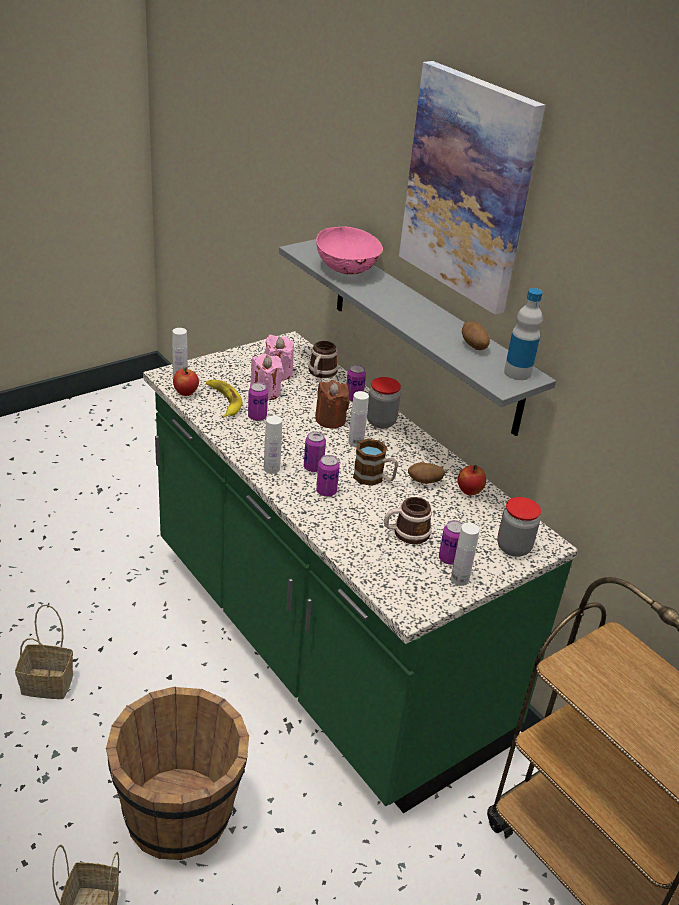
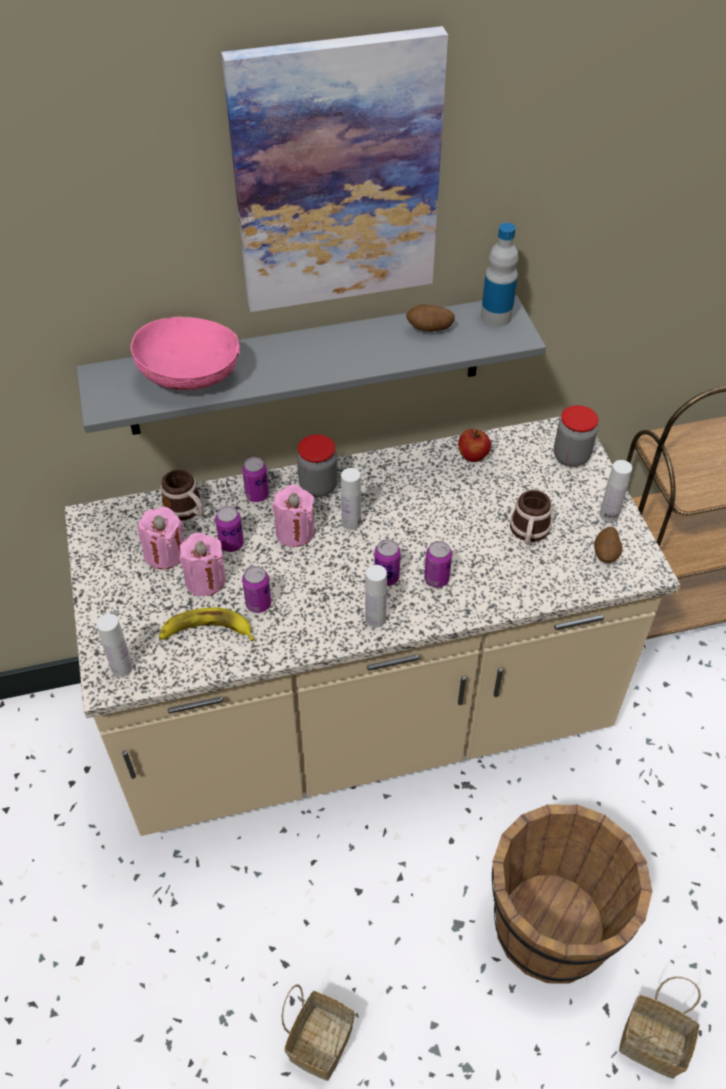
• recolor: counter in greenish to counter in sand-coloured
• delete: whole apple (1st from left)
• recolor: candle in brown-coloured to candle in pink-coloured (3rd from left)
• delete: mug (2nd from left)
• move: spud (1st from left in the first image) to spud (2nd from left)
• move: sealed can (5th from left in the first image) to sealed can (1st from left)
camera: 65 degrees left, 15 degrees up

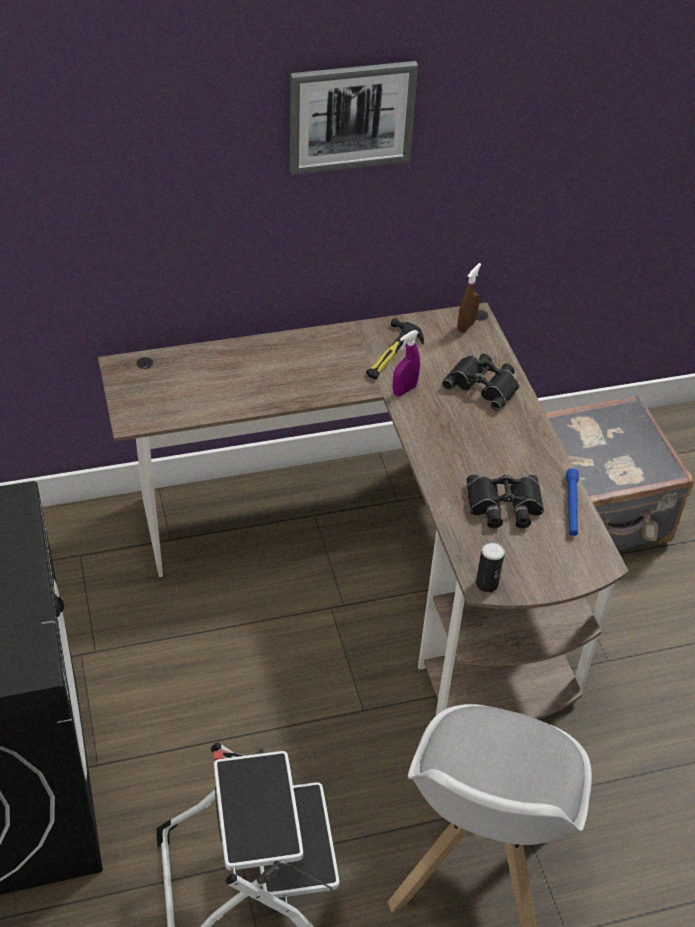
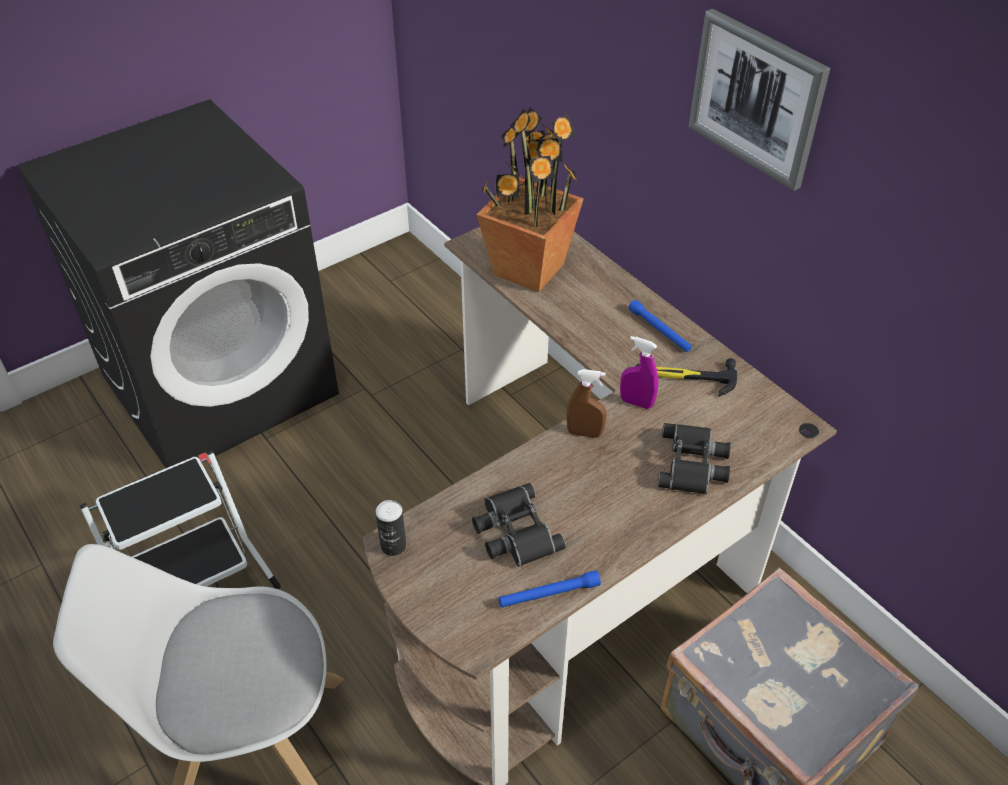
• move: spray bottle in brown-coloured
• insert: potted plant
• insert: flashlight in blue-coloured (2nd from left)
camera: 70 degrees right, 0 degrees up

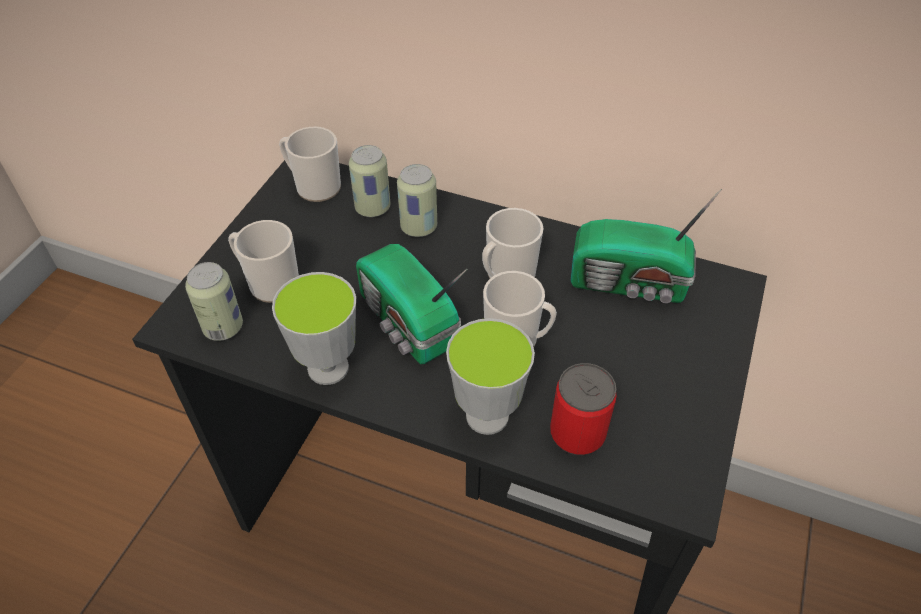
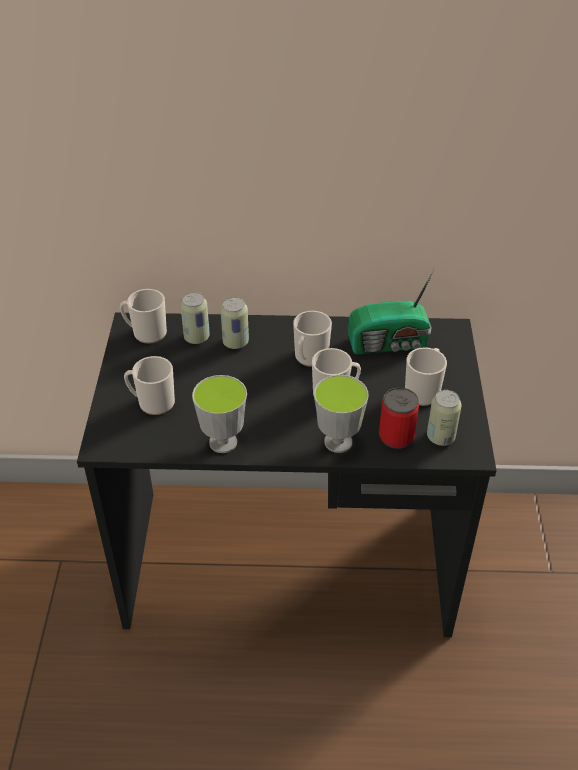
• move: sealed can (1st from left in the first image) to sealed can (4th from left)
• delete: radio receiver (1st from left)
• insert: mug (5th from left)
camera: 20 degrees left, 5 degrees down

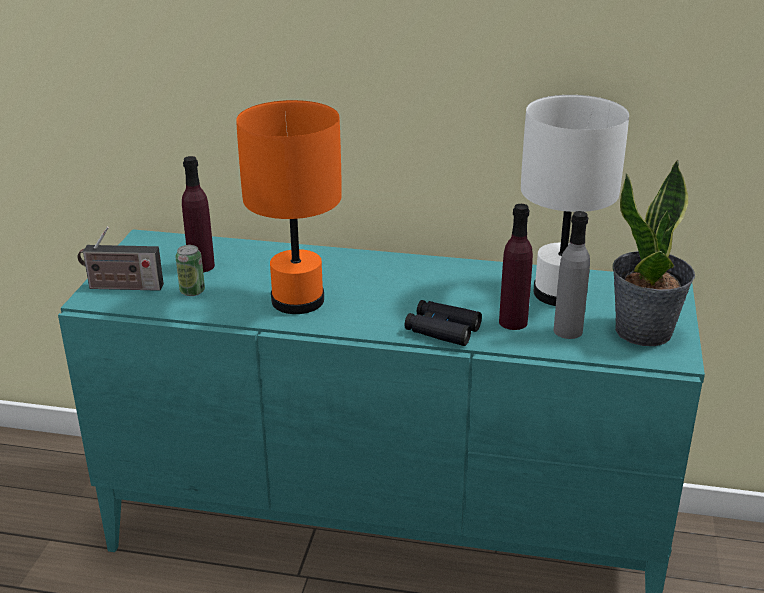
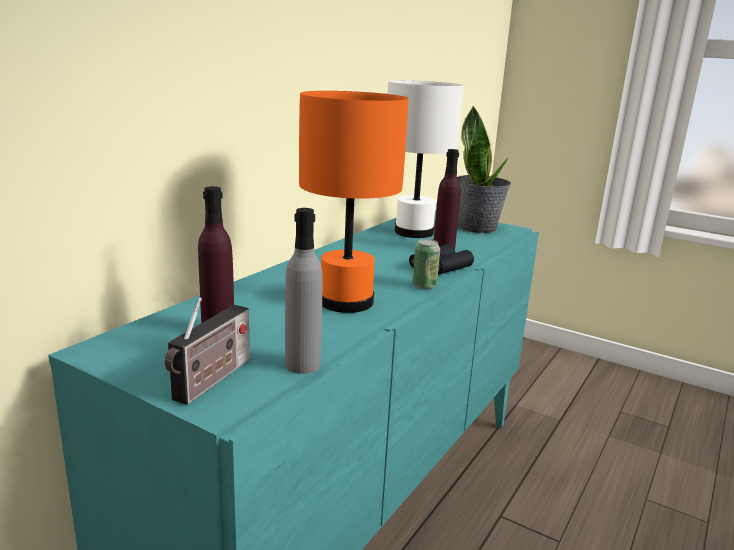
• move: sealed can
• move: bottle in greyish
camera: 70 degrees left, 10 degrees down

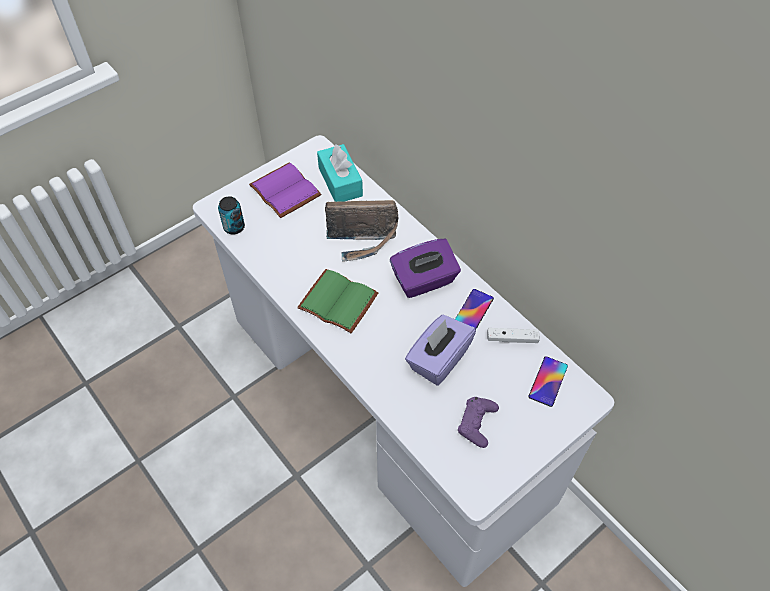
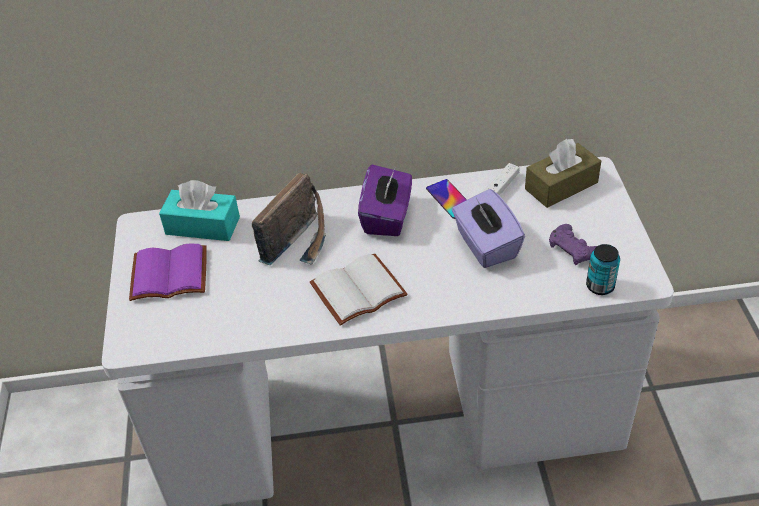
• move: sealed can
• recolor: book in greenish to book in whitish
• replace: telephone (2nd from left) to tissue box in brown-coloured
camera: 55 degrees left, 10 degrees down

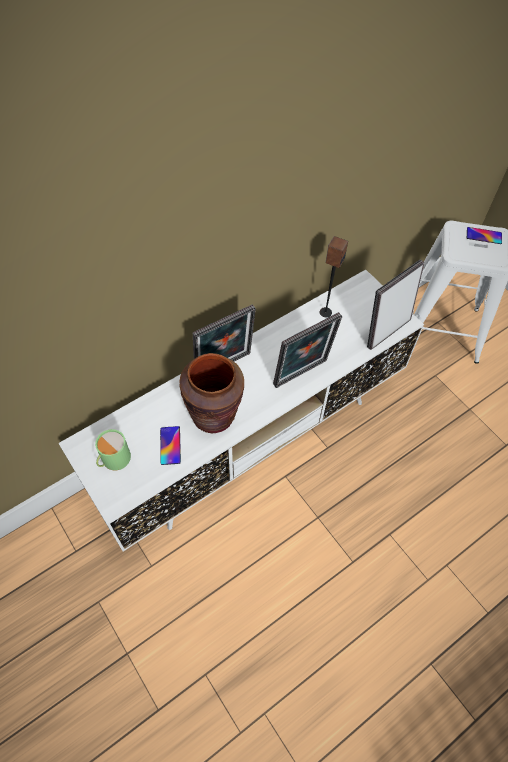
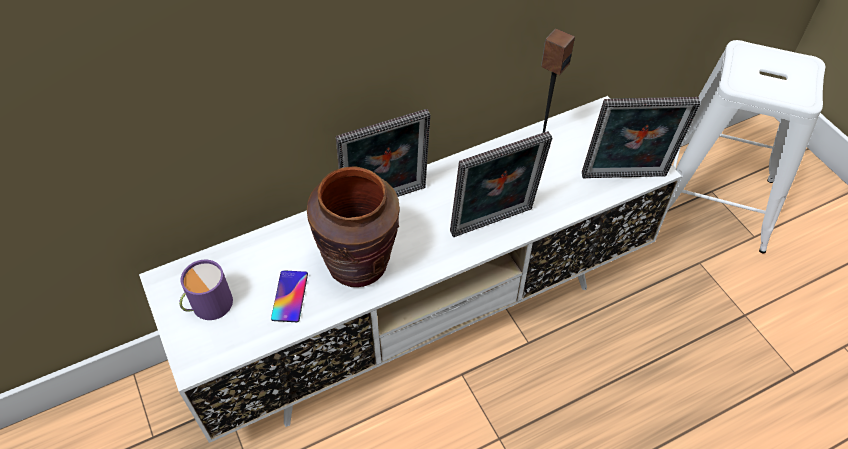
• recolor: mug in greenish to mug in purple
• rotate: picture frame (3rd from left) 150 degrees counterclockwise
• delete: telephone (2nd from left)
camera: 10 degrees right, 5 degrees down

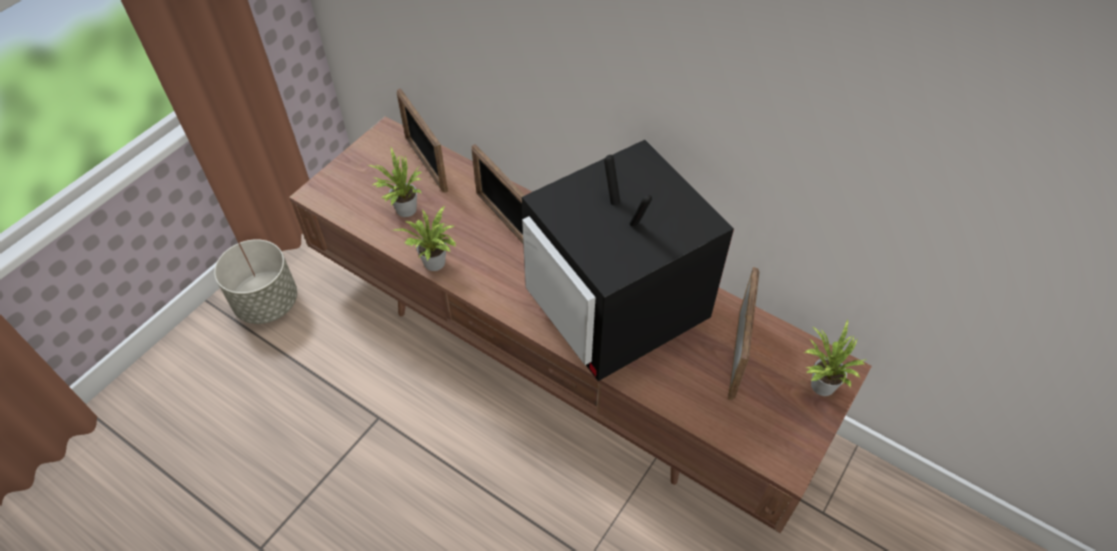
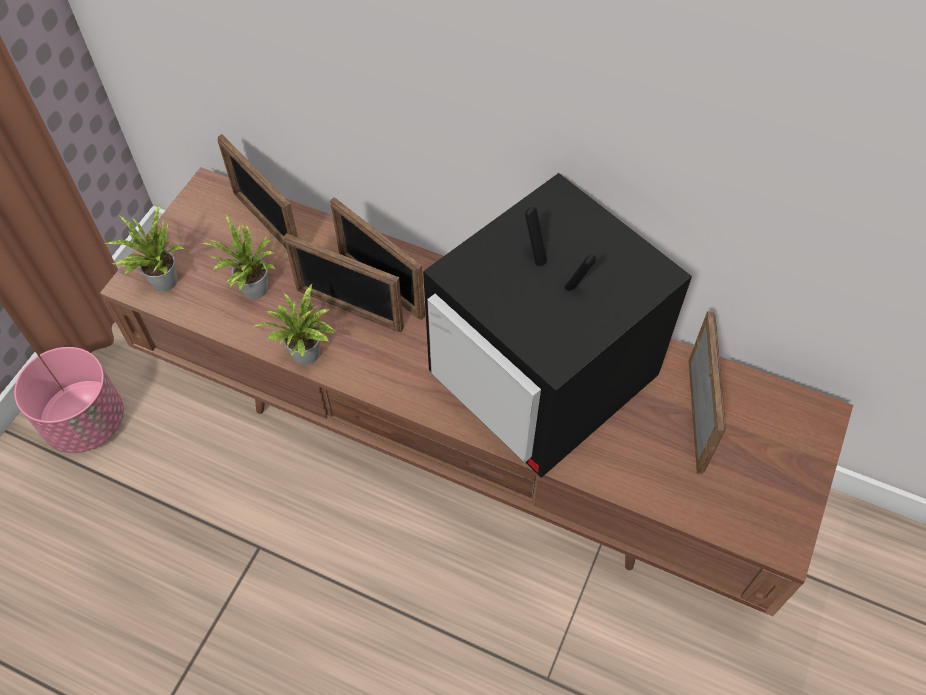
• recolor: planter in greyish to planter in pink-coloured
• move: potted plant (3rd from left in the first image) to potted plant (1st from left)
• insert: picture frame (2nd from left)
camera: 10 degrees left, 5 degrees up

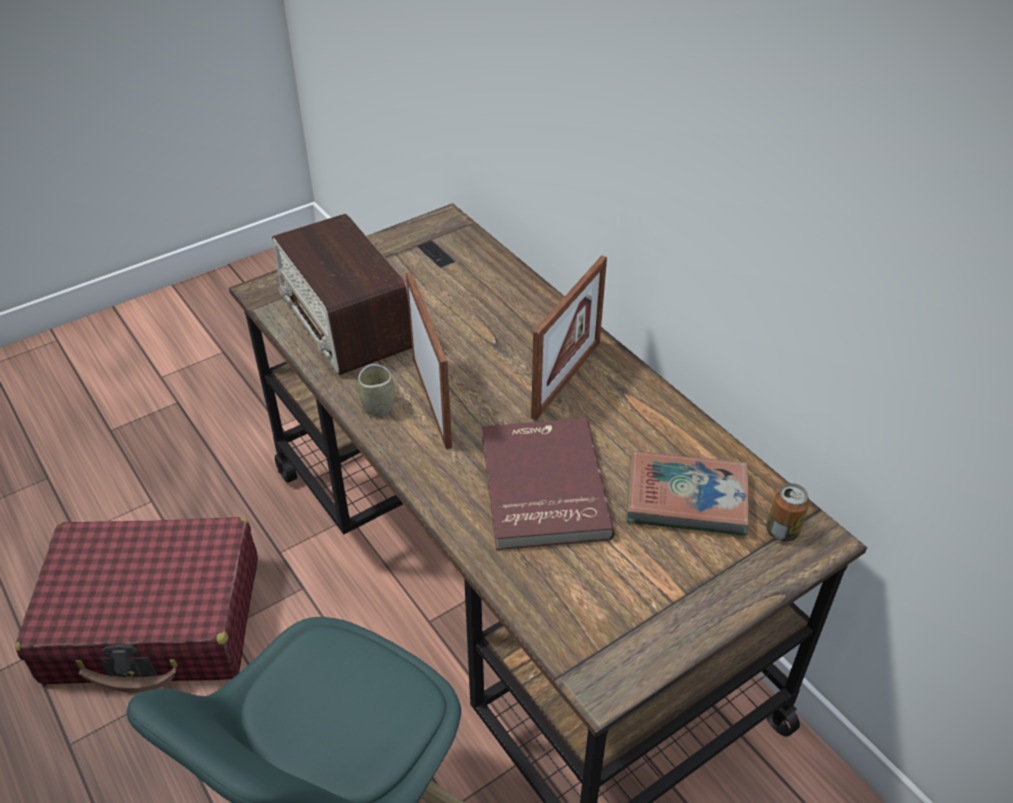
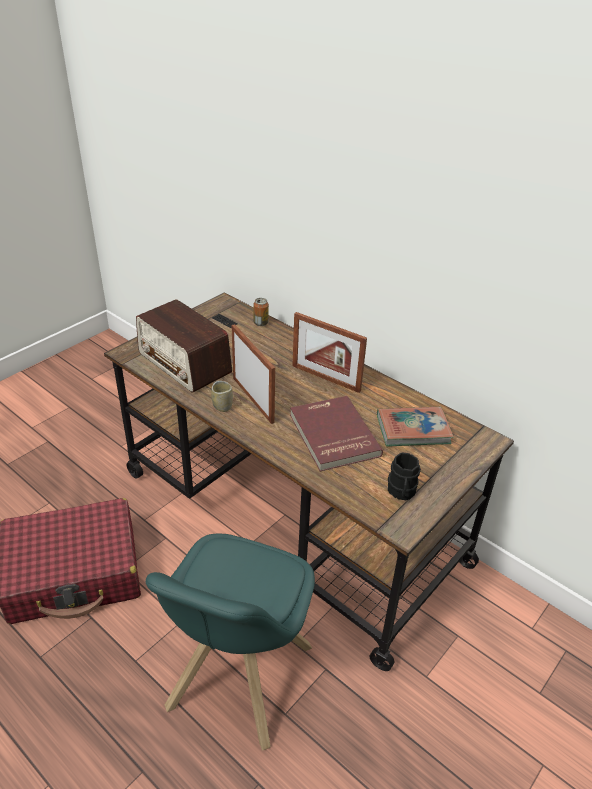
• rotate: picture frame (2nd from left) 105 degrees clockwise
• move: sealed can
• insert: mug in black-coloured
camera: 15 degrees left, 5 degrees down

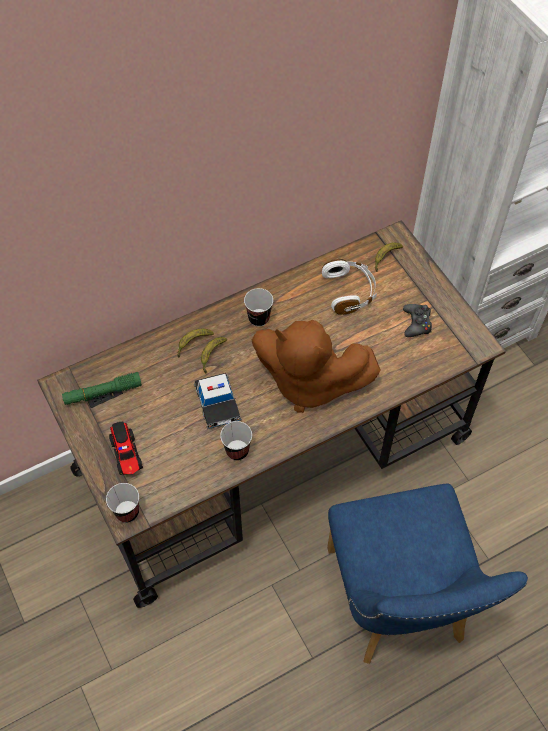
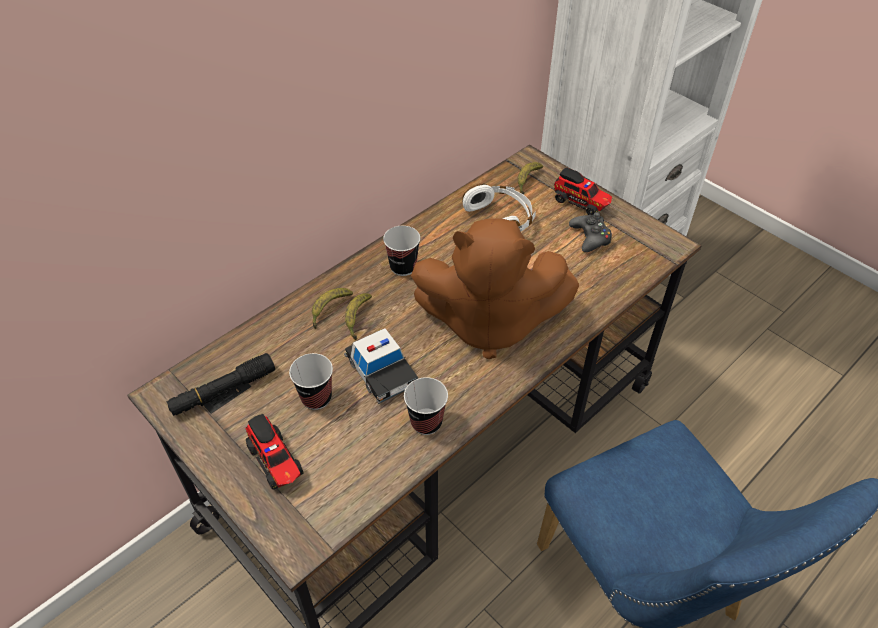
• recolor: flashlight in greenish to flashlight in black-coloured
• move: drinking cup (1st from left)
• insert: toy truck (2nd from left)
camera: 15 degrees left, 10 degrees down

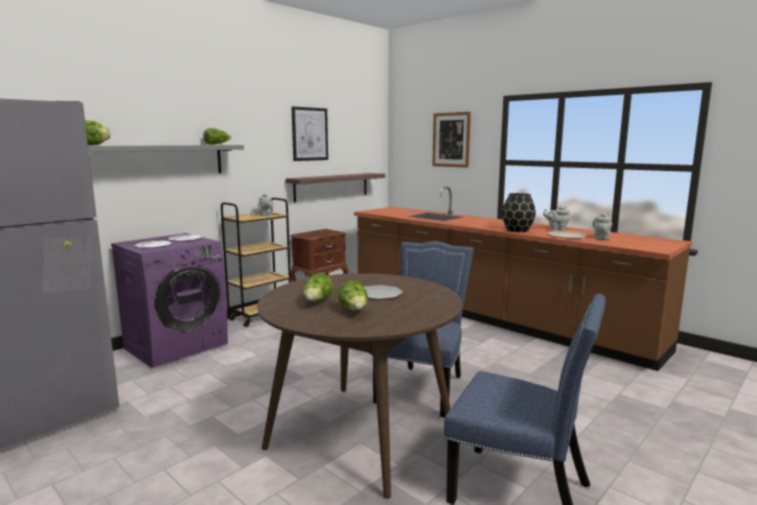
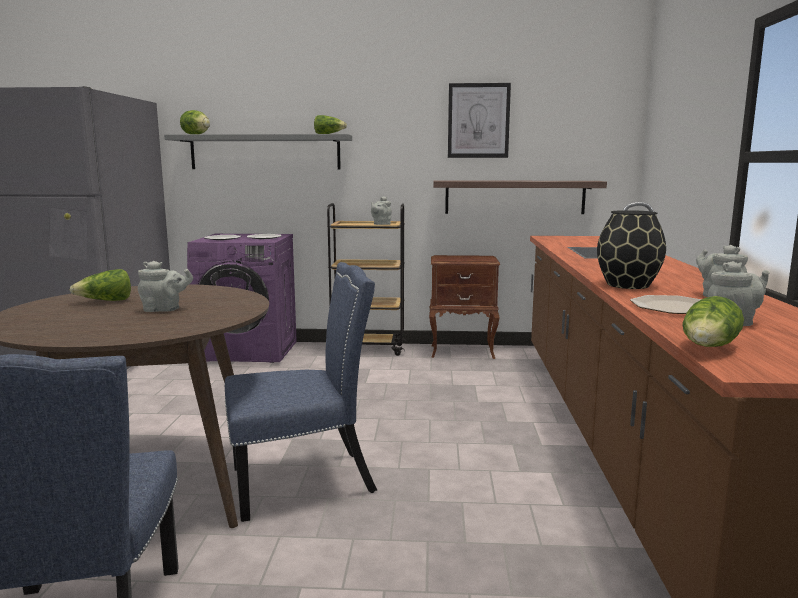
• move: lettuce (4th from left)
• replace: plate (3rd from left) to tea pot in greyish (1st from left)
• delete: picture (2nd from left)
camera: 50 degrees right, 0 degrees up

